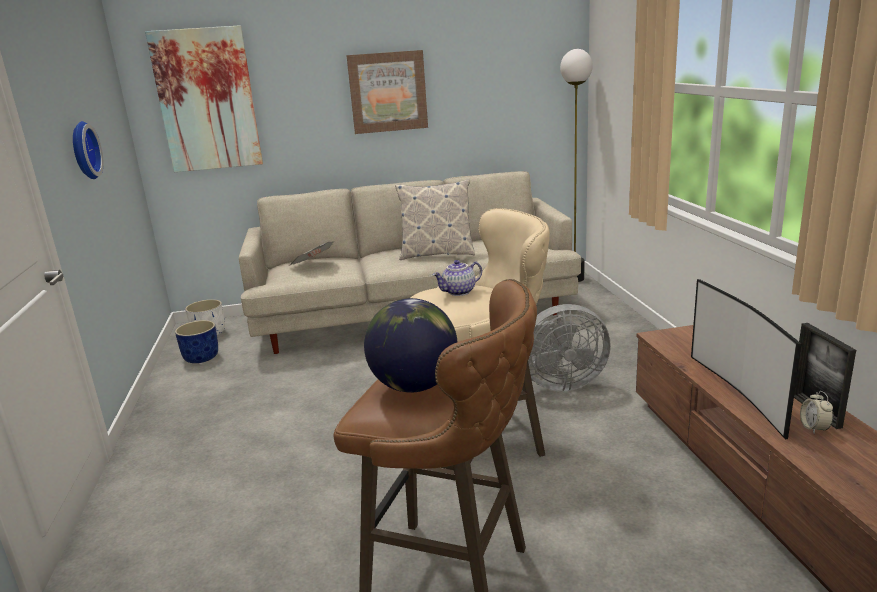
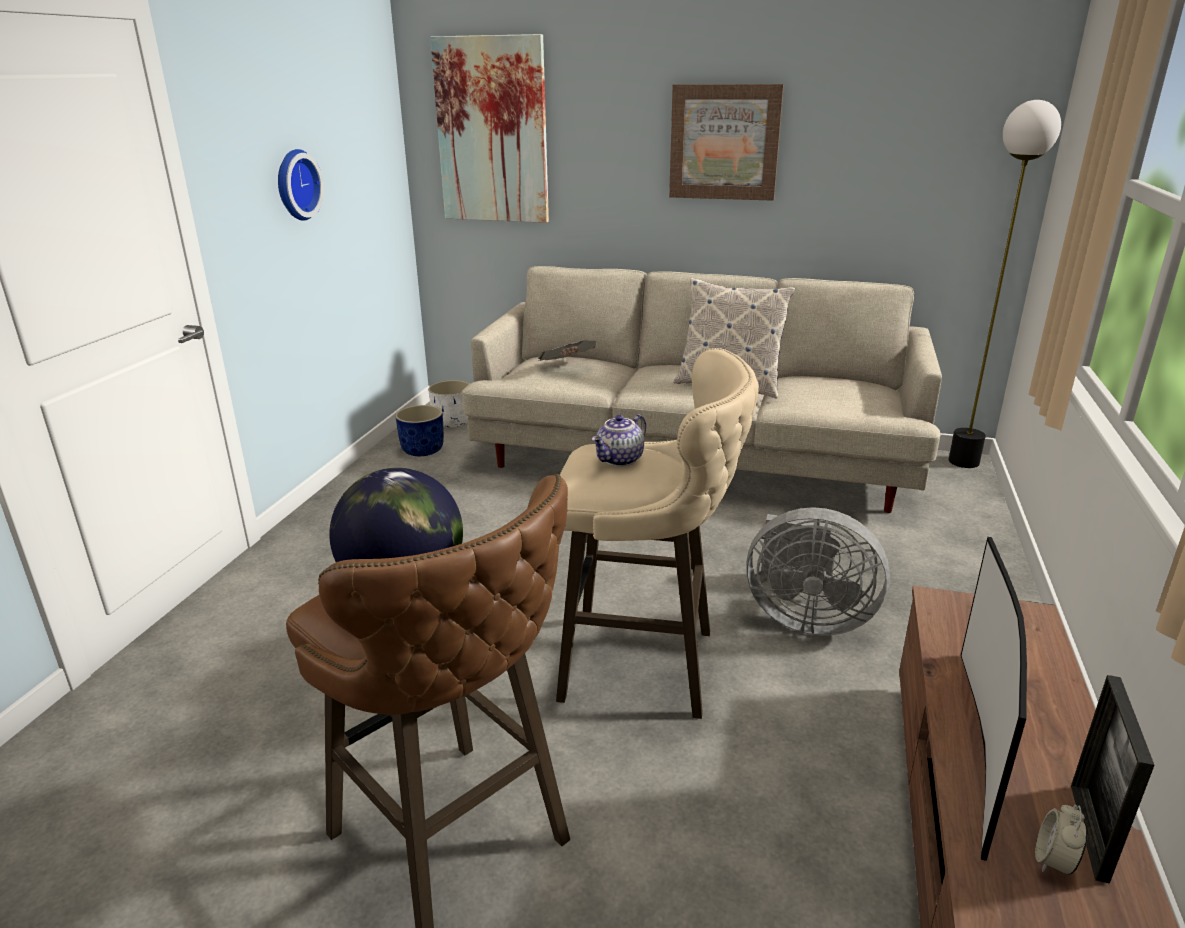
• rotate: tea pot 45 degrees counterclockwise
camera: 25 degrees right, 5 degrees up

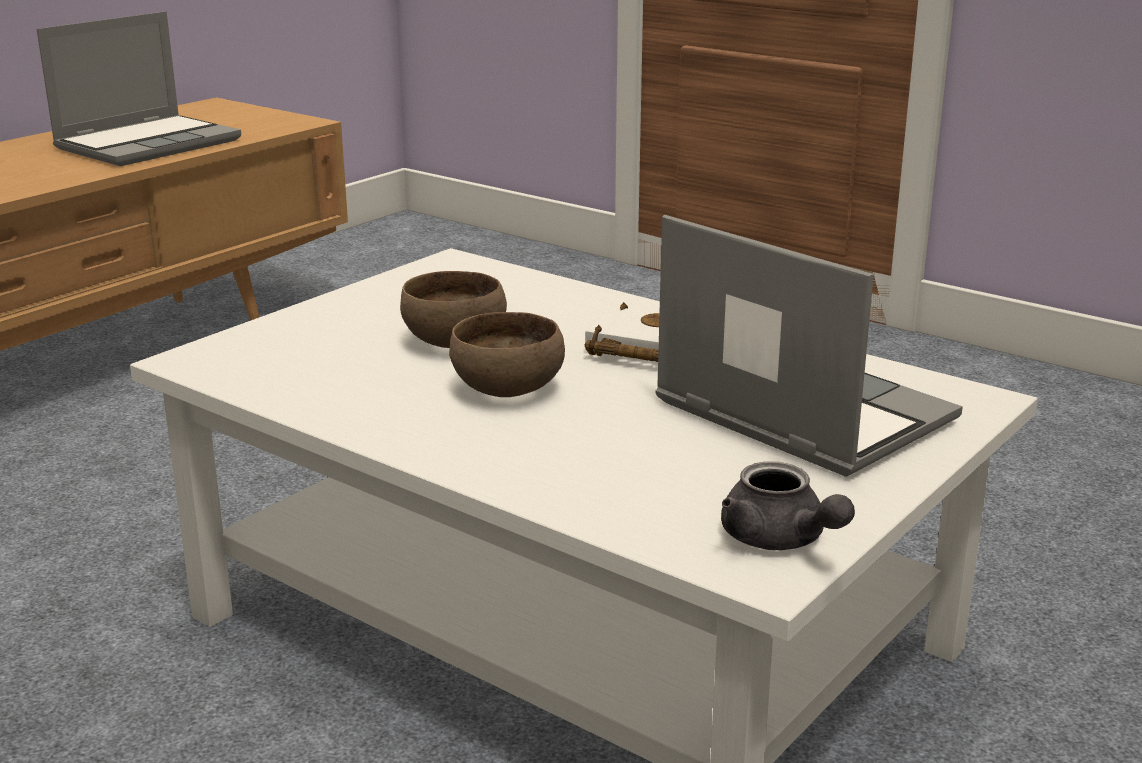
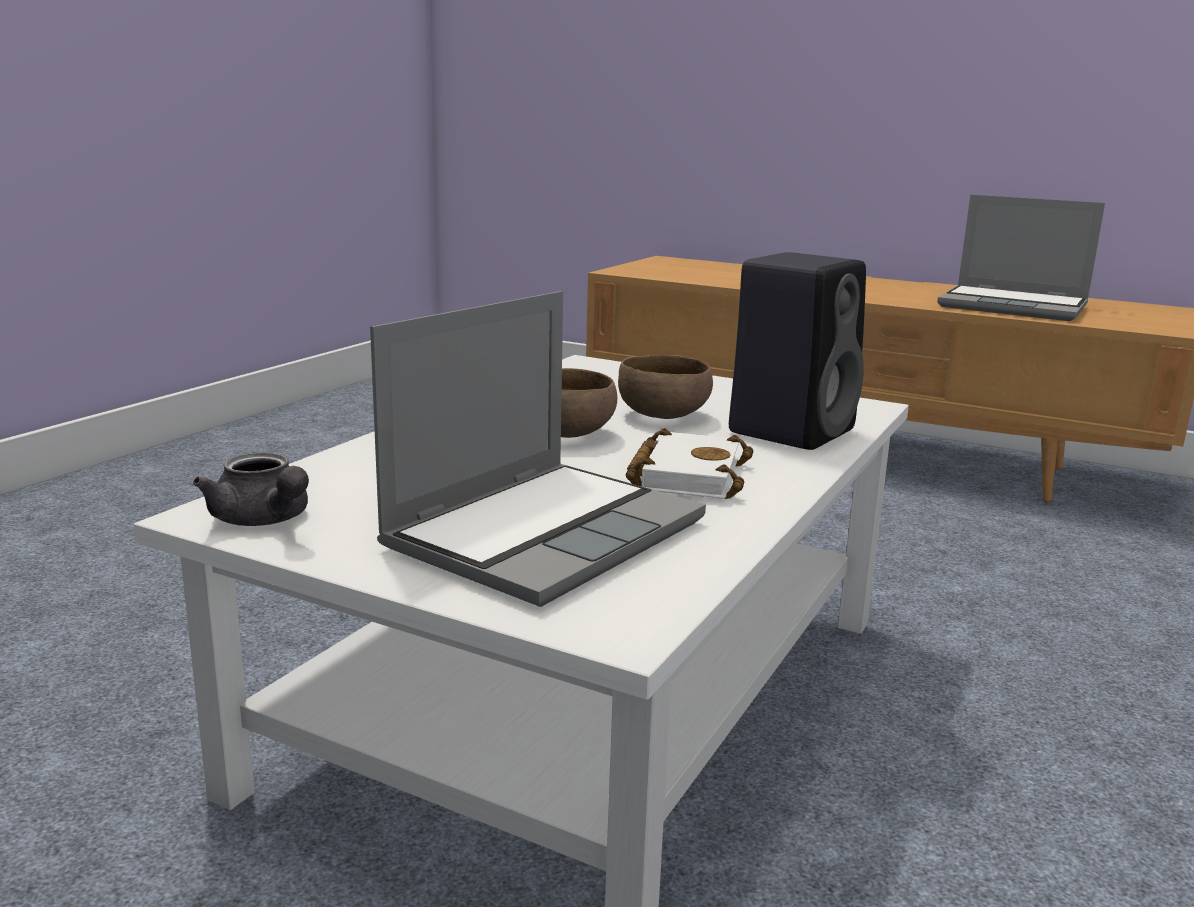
• rotate: tea pot in greyish 90 degrees counterclockwise
• insert: speaker in black-coloured
camera: 80 degrees right, 5 degrees down

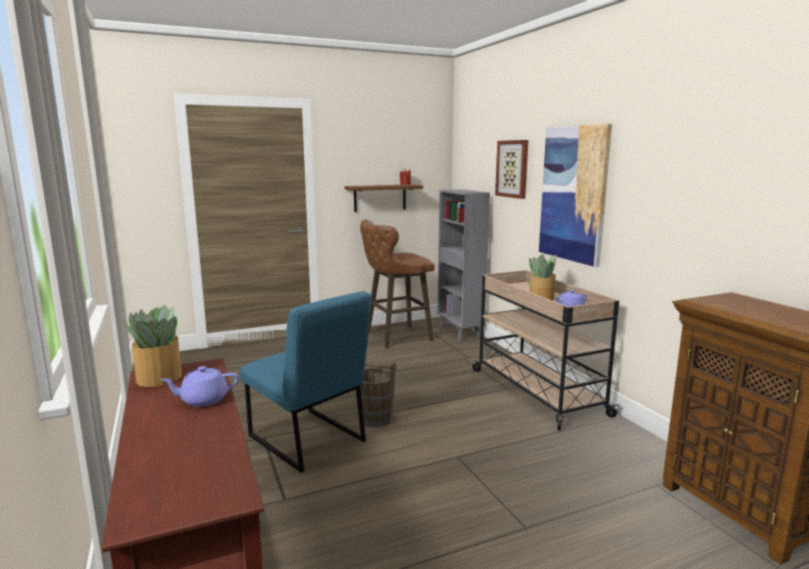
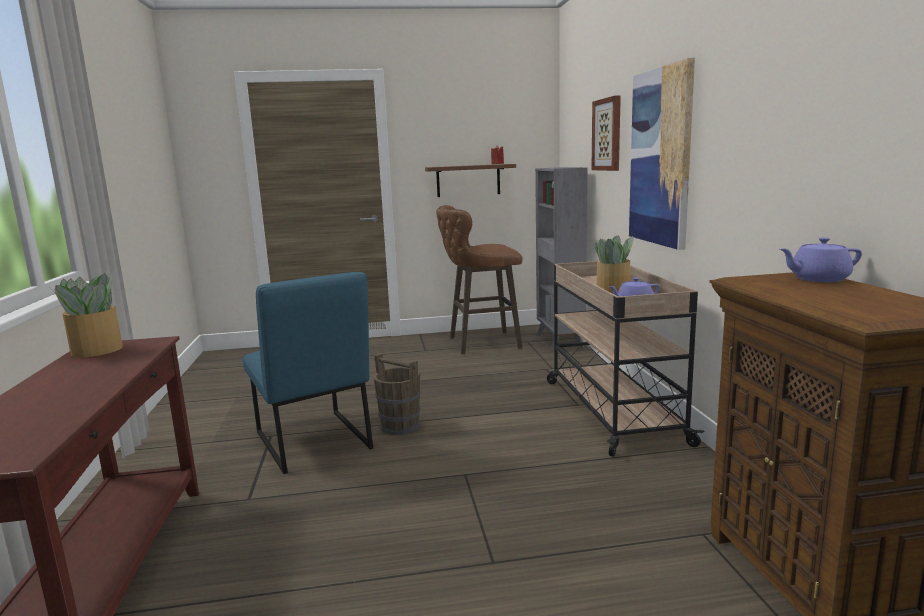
• move: tea pot in purple (1st from left in the first image) to tea pot in purple (2nd from left)
camera: 15 degrees right, 0 degrees up

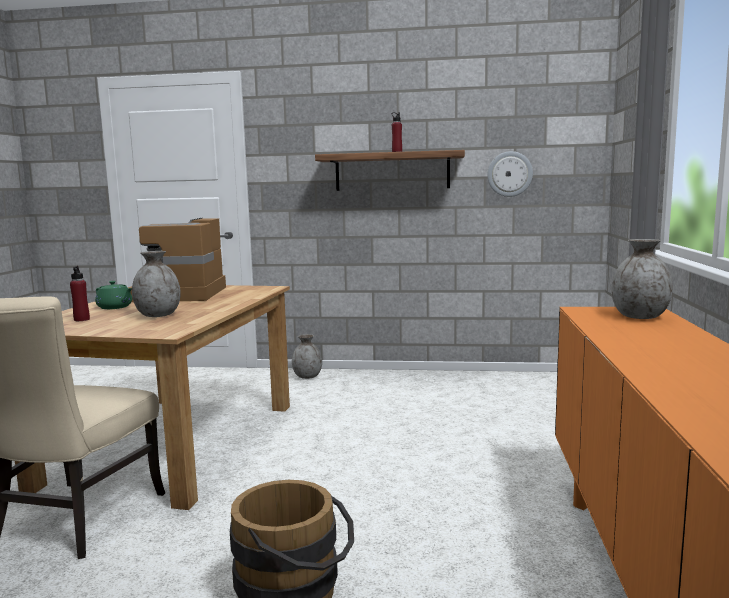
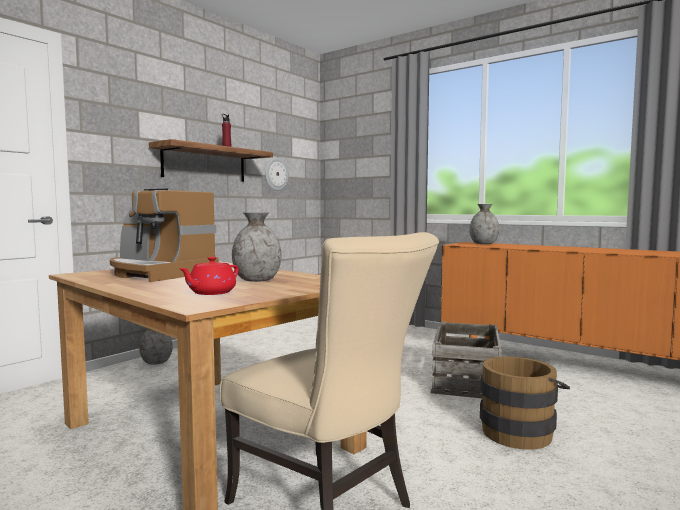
• replace: bottle in red (1st from left) to tea pot in red
• delete: tea pot in greenish
• insert: shipping crate
camera: 60 degrees left, 5 degrees down

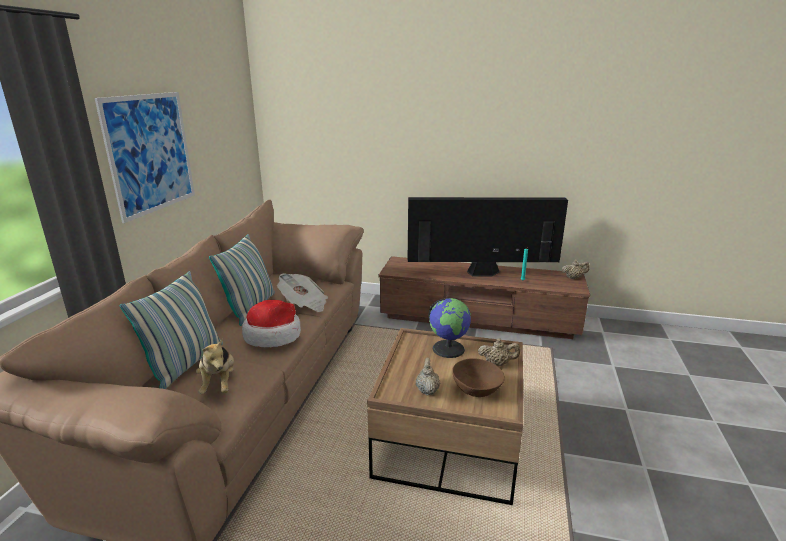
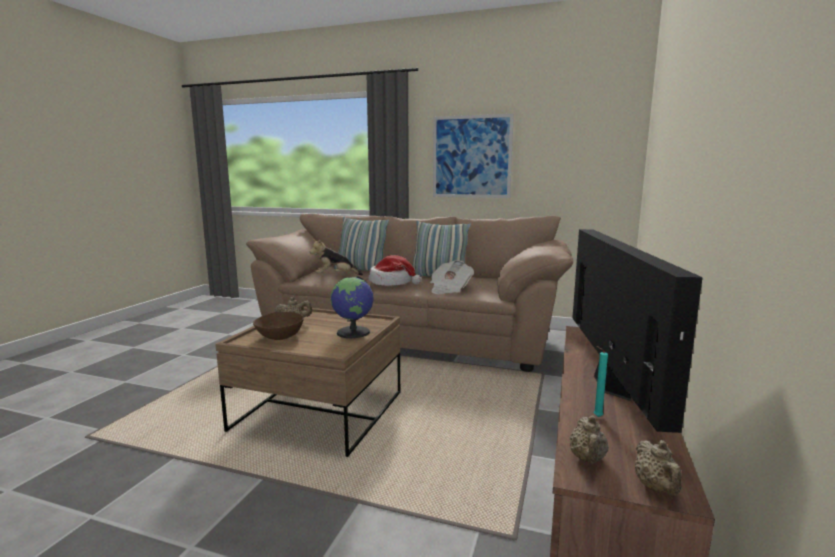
• move: tea pot in sand-coloured (2nd from left)
camera: 95 degrees right, 10 degrees down

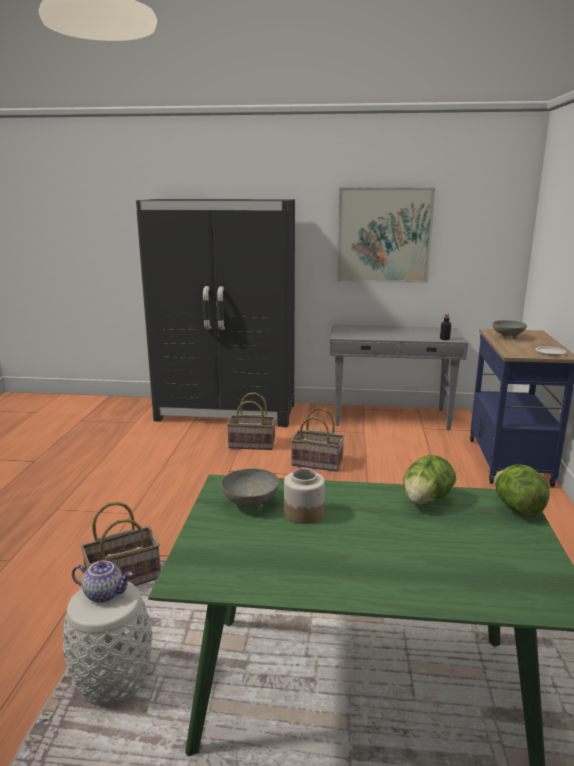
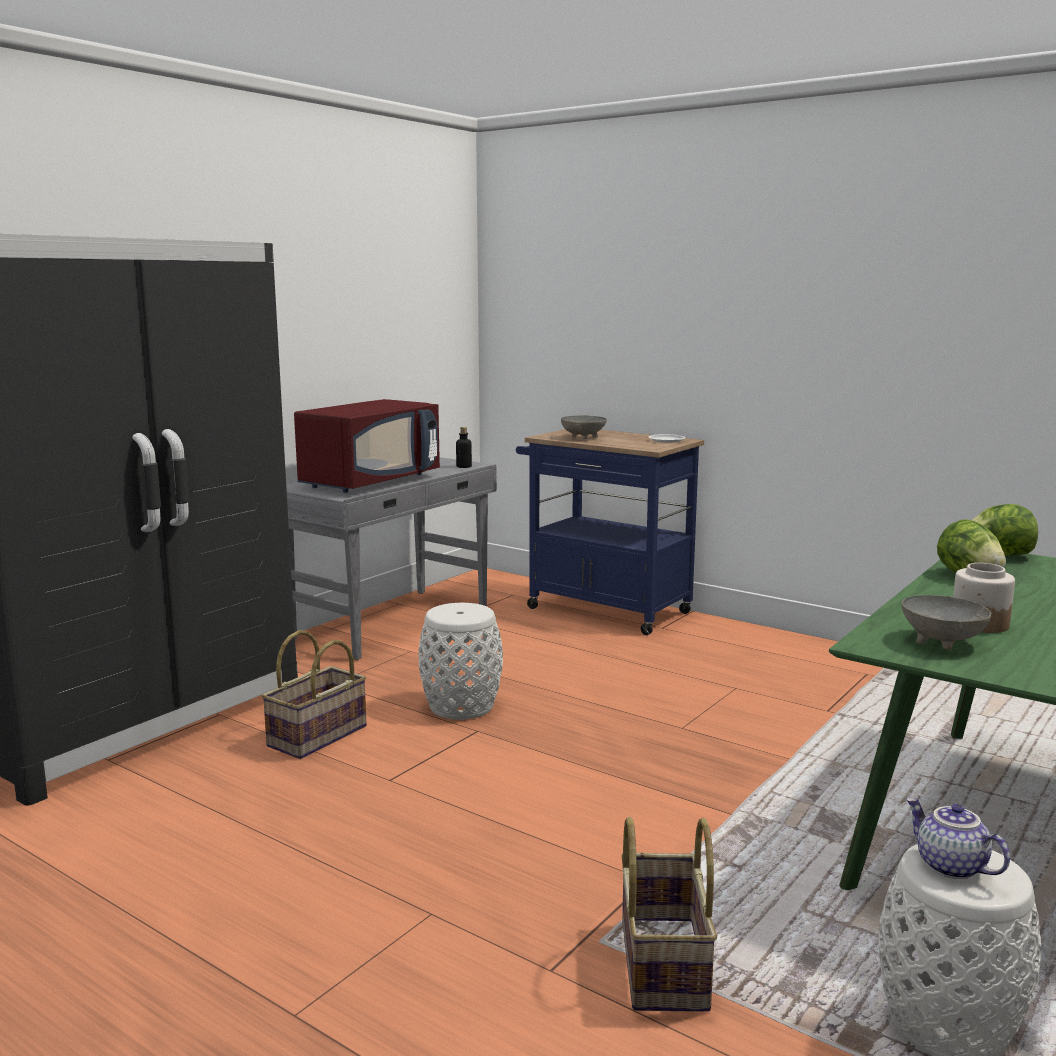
• rotate: tea pot 75 degrees counterclockwise
• replace: storage basket (3rd from left) to stool in whitish (1st from left)
• delete: picture
• insert: kitchen microwave in red
camera: 60 degrees left, 5 degrees down

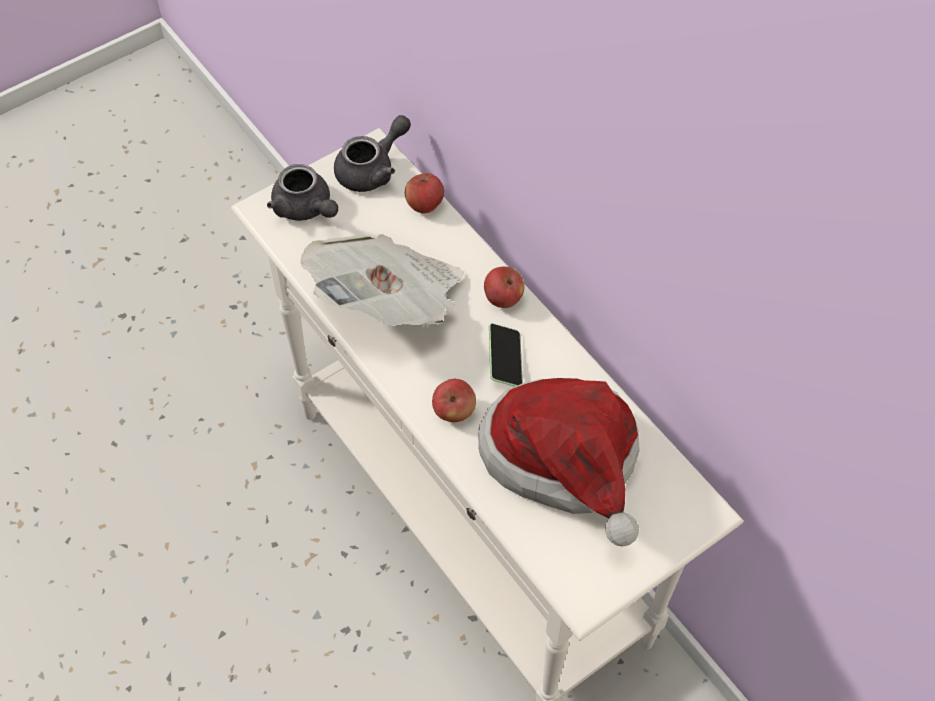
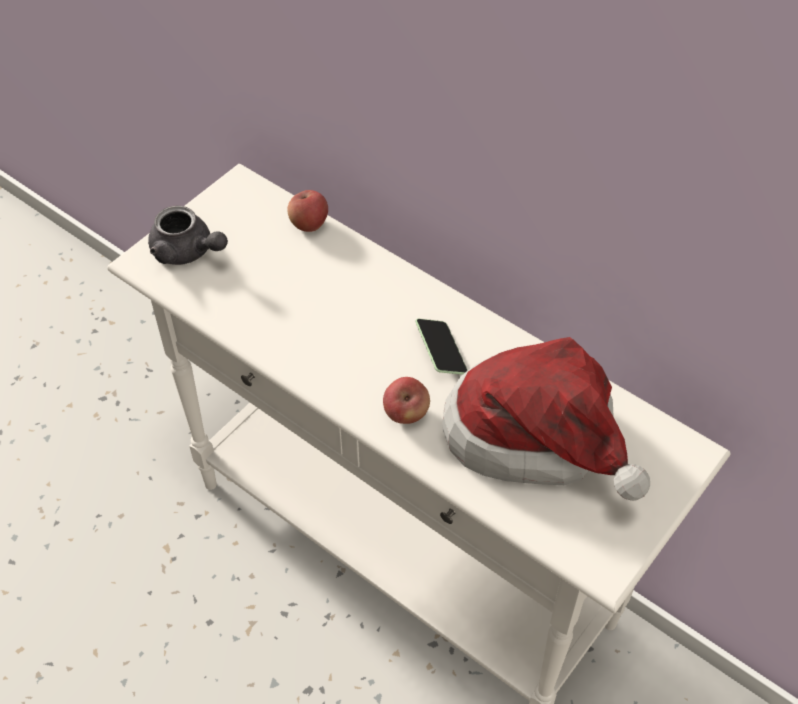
• delete: newspaper
• delete: tea pot in greyish (2nd from left)
• delete: whole apple (3rd from left)
camera: 15 degrees left, 5 degrees down

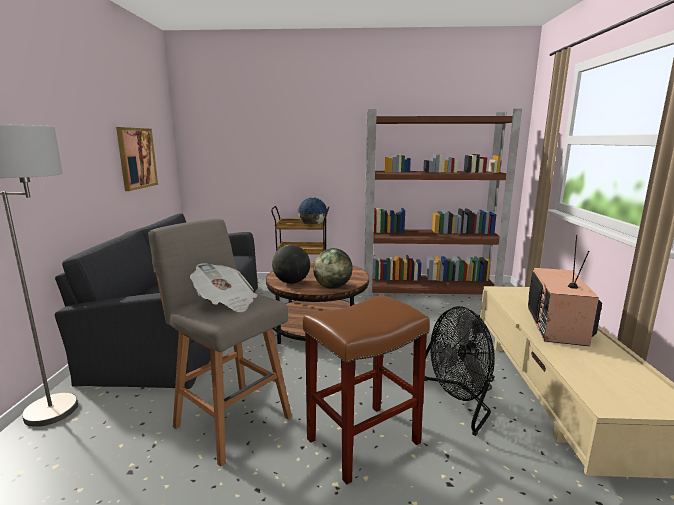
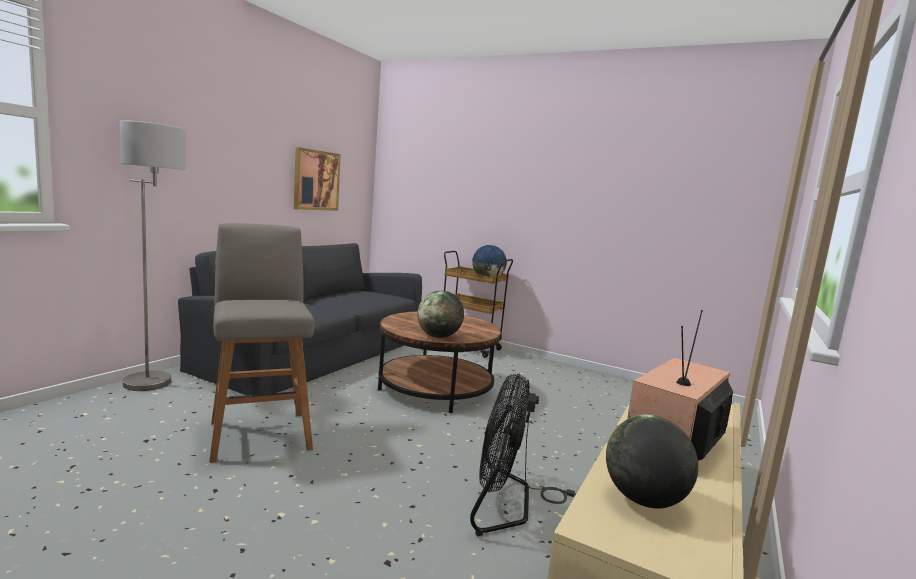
• delete: newspaper
• move: desk globe (1st from left in the first image) to desk globe (3rd from left)
• delete: stool in brown-coloured
• delete: bookcase in brown-coloured
camera: 25 degrees right, 5 degrees down

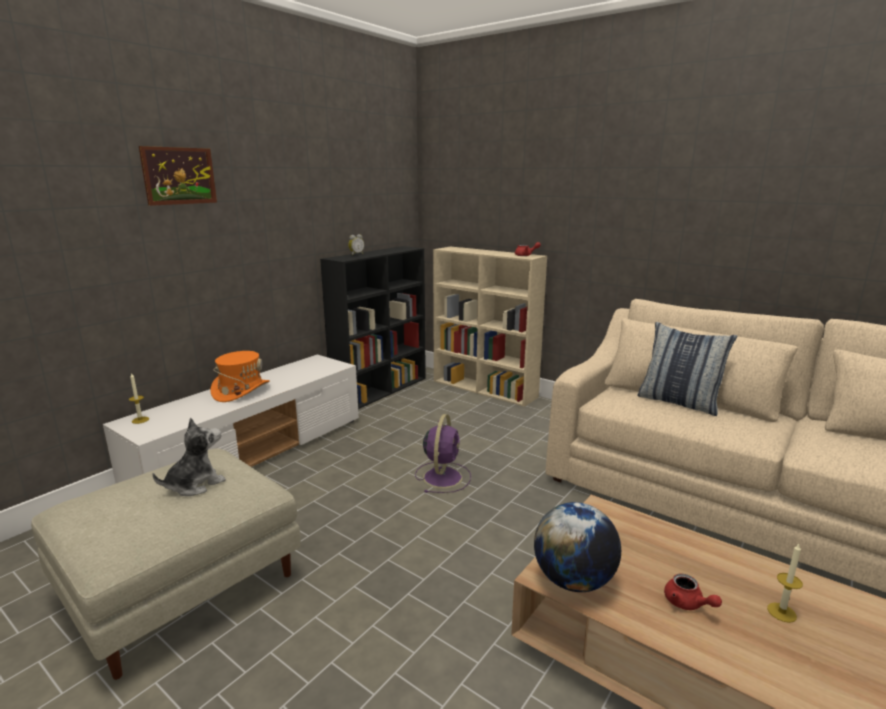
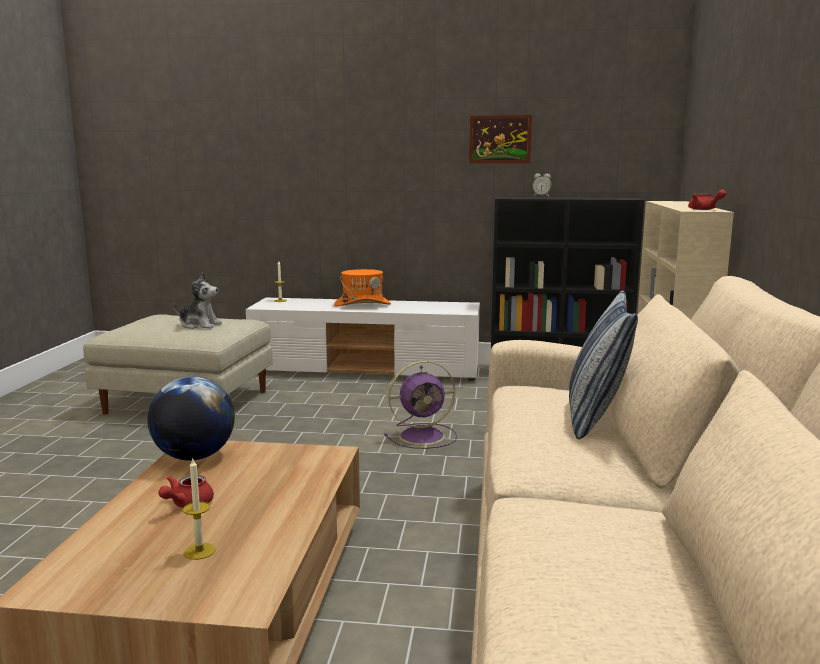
• move: picture
camera: 60 degrees right, 5 degrees down

